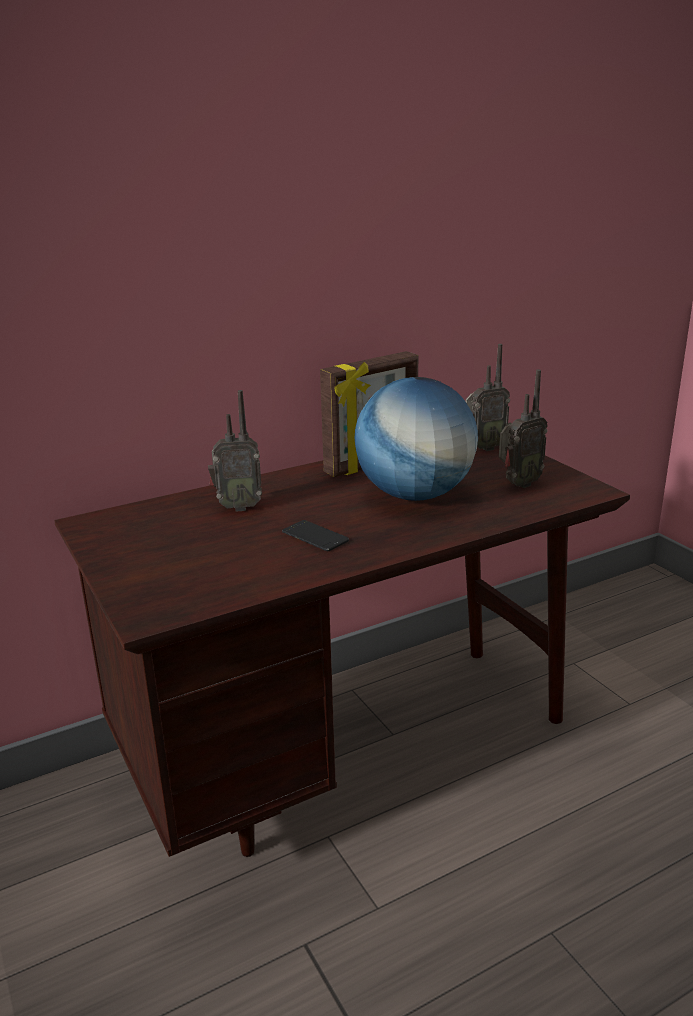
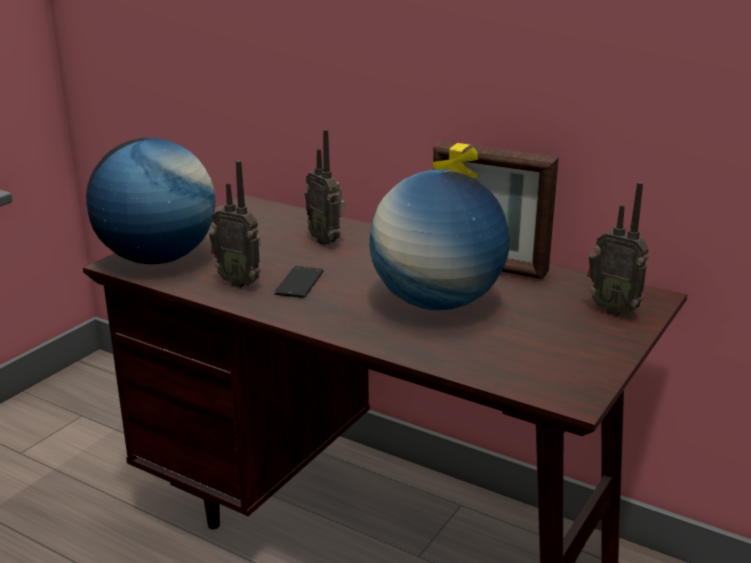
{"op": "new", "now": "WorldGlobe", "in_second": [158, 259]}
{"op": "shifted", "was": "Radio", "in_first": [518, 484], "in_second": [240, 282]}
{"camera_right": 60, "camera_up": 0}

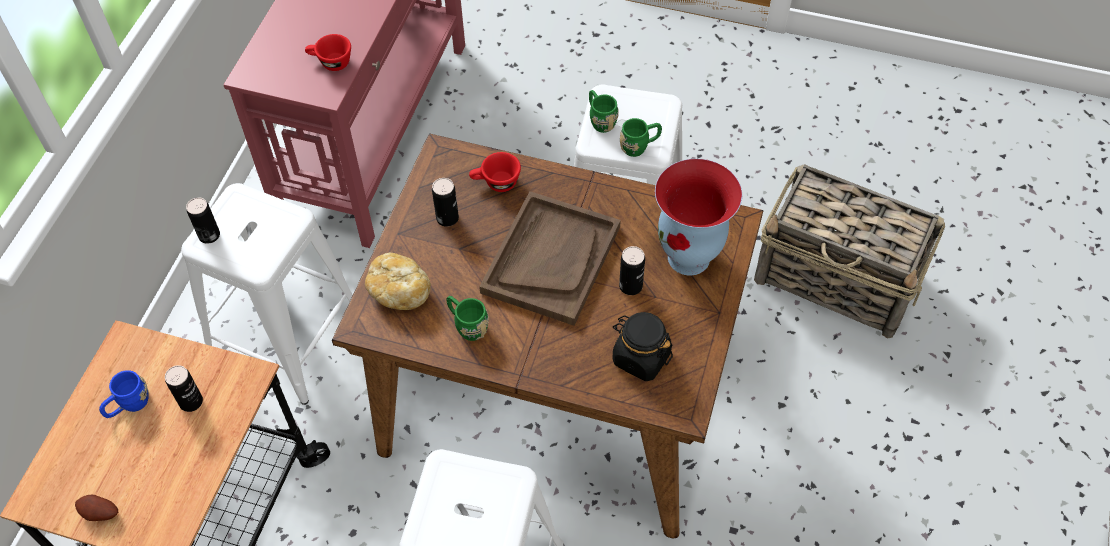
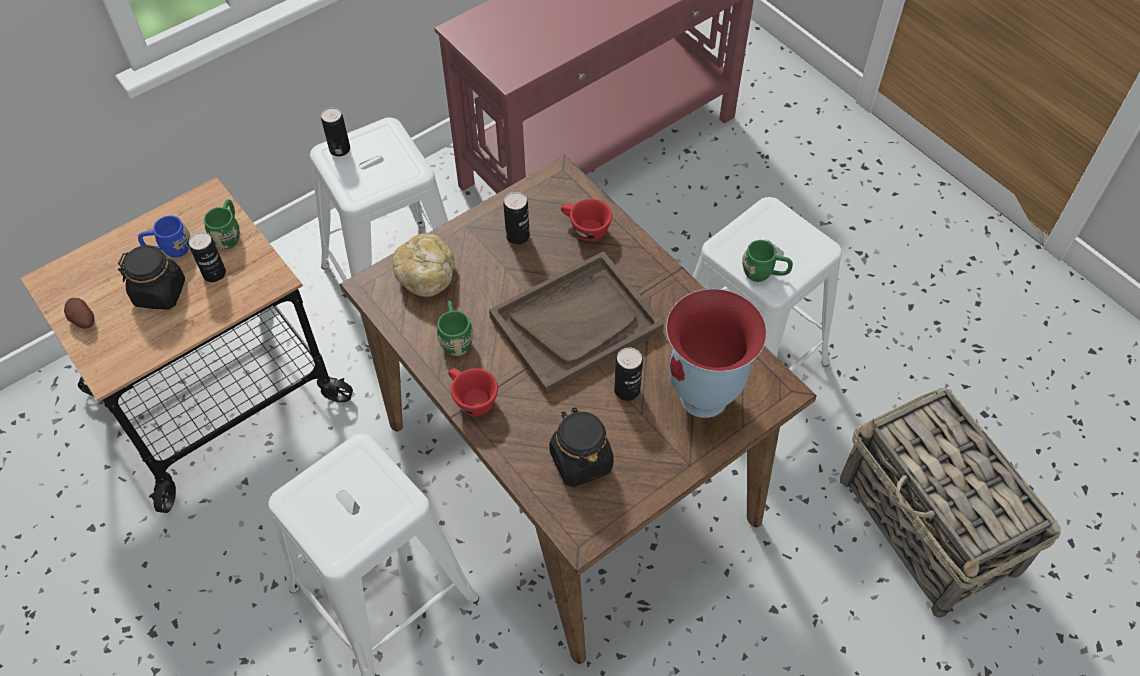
{"op": "new", "now": "BlackishJar", "in_second": [160, 292]}
{"op": "shifted", "was": "GreenColouredTeaMug", "in_first": [600, 120], "in_second": [229, 234]}
{"op": "shifted", "was": "ReddishCup", "in_first": [330, 63], "in_second": [471, 399]}
{"camera_right": 35, "camera_up": 0}

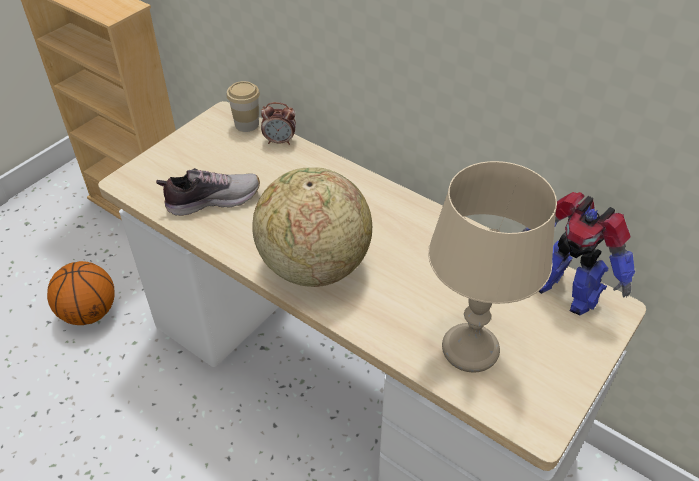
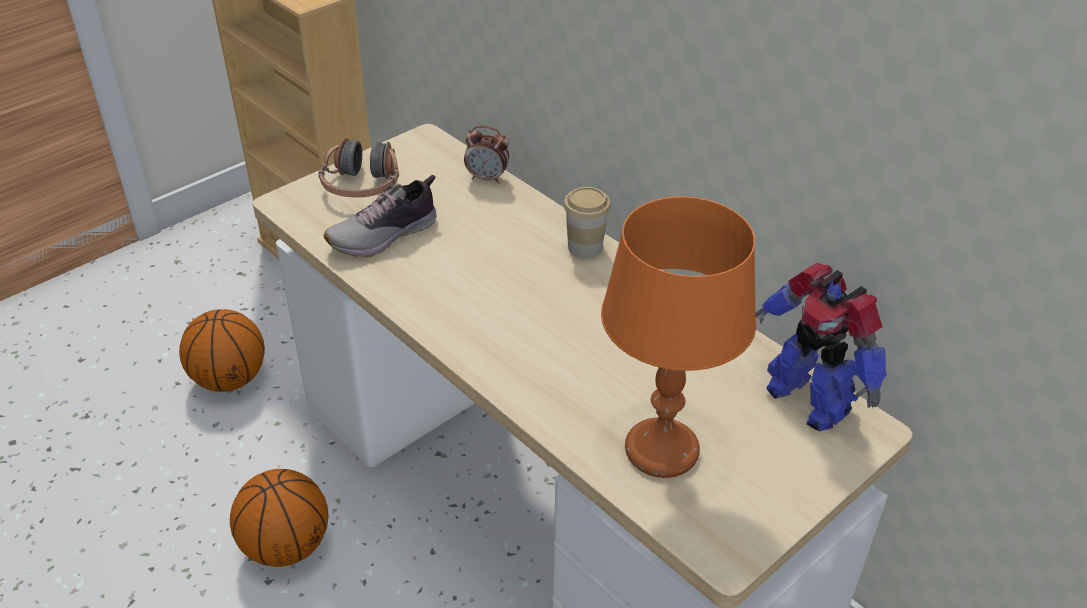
{"op": "new", "now": "BasketballBall", "in_second": [286, 546]}
{"op": "new", "now": "Headphones", "in_second": [362, 185]}
{"op": "rotated", "was": "ItemOfFootwear", "in_first": [212, 200], "in_second": [385, 236], "clockwise": 150}
{"op": "shifted", "was": "Cup", "in_first": [247, 124], "in_second": [585, 247]}
{"op": "repainted", "was": "BeigeLampForATable", "now": "OrangeColouredLampForATable", "in_first": [469, 349], "in_second": [660, 450]}
{"op": "gone", "was": "WorldGlobe", "in_first": [314, 266]}
{"camera_right": 10, "camera_up": -5}

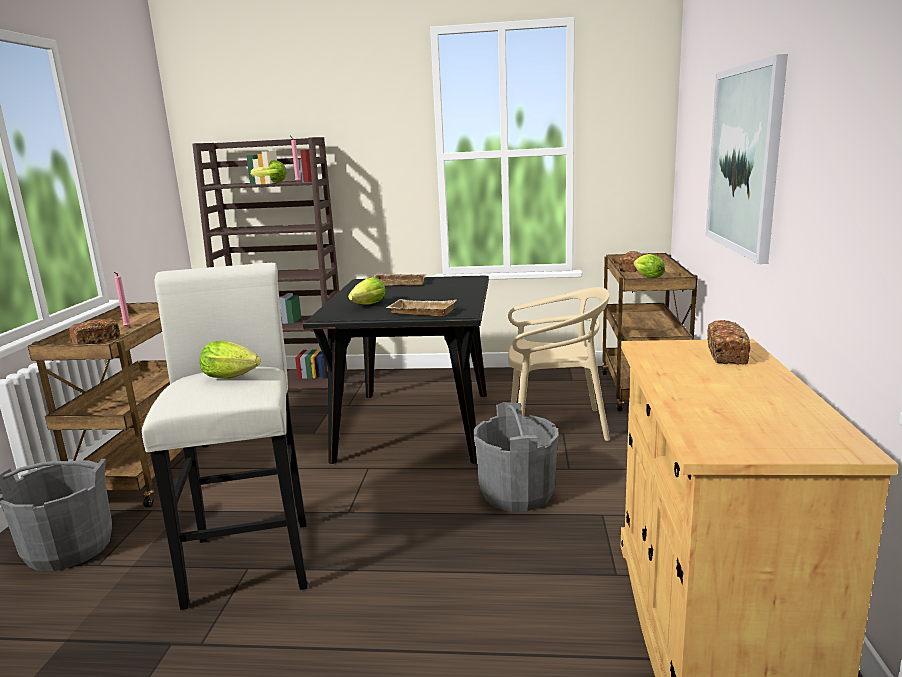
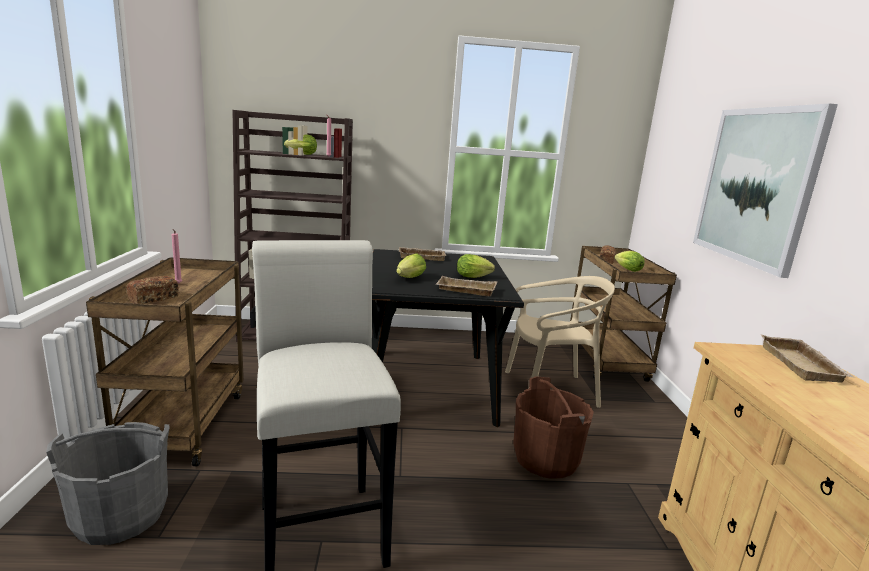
{"op": "shifted", "was": "Lettuce", "in_first": [233, 377], "in_second": [475, 277]}
{"op": "repainted", "was": "GreyPail", "now": "BrownColouredPail", "in_first": [517, 493], "in_second": [546, 459]}
{"op": "swapped", "was": "BakedBread", "now": "BeigeCarryingTray", "in_first": [726, 355], "in_second": [803, 365]}
{"camera_right": -10, "camera_up": 0}

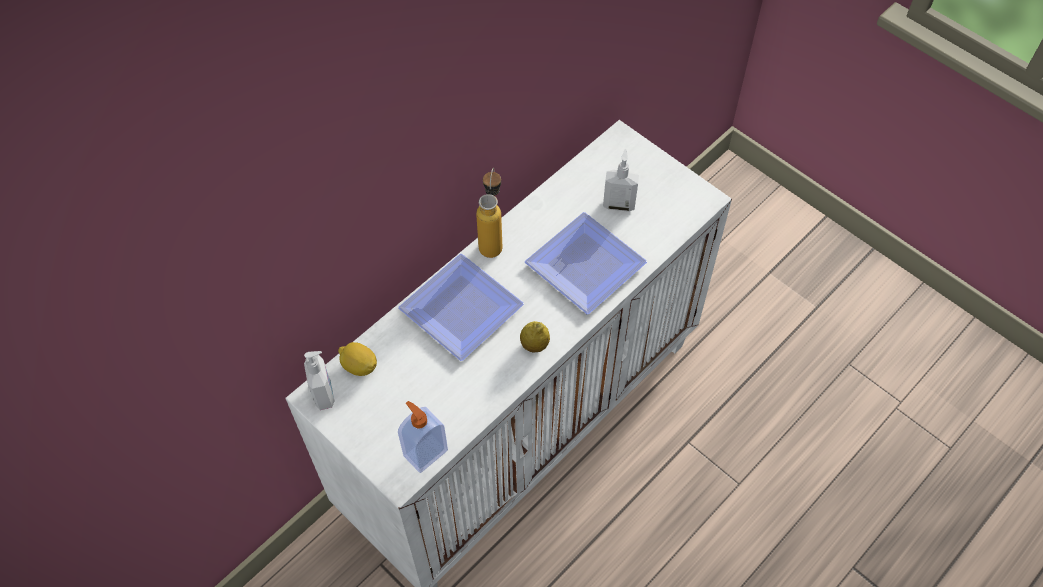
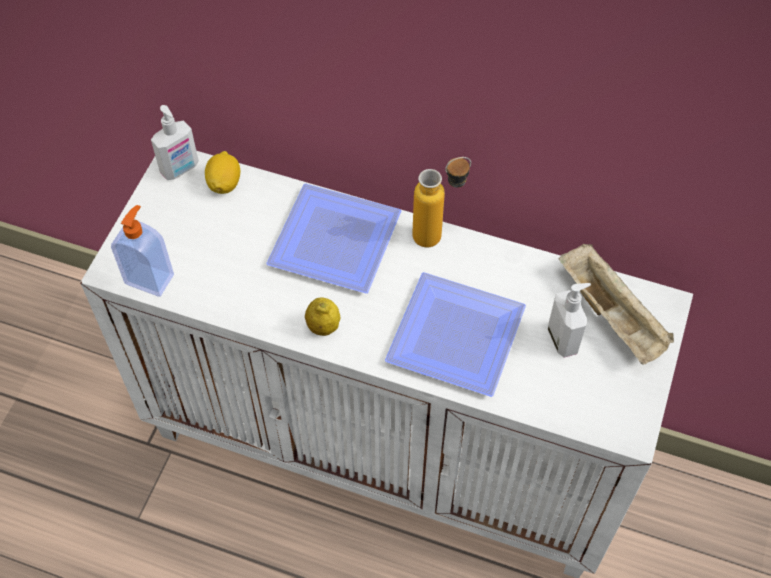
{"op": "new", "now": "BeigeCarryingTray", "in_second": [612, 316]}
{"camera_right": 65, "camera_up": 0}

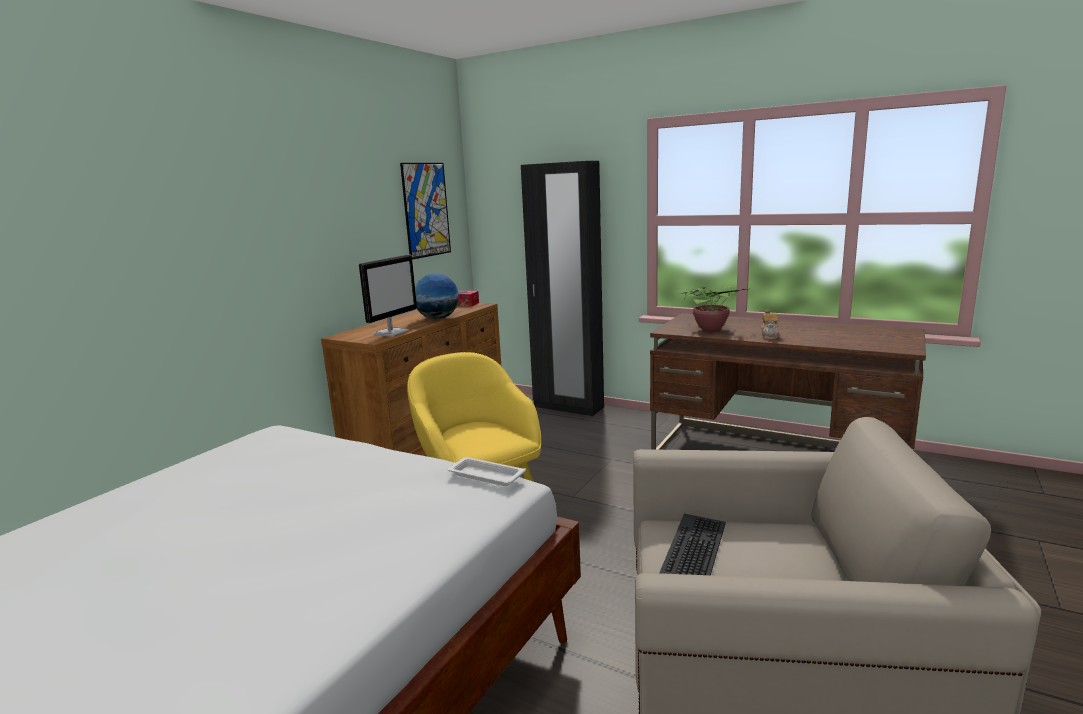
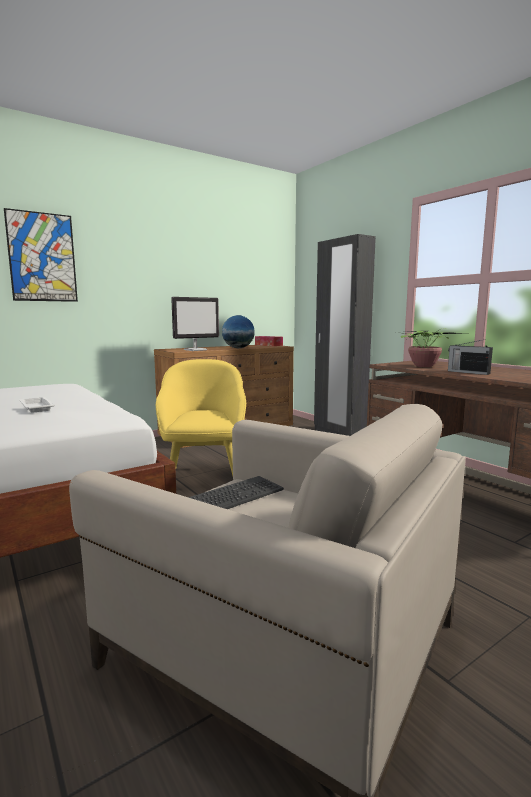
{"op": "shifted", "was": "Picture", "in_first": [426, 210], "in_second": [42, 257]}
{"op": "shifted", "was": "WhitishCarryingTray", "in_first": [485, 476], "in_second": [36, 407]}
{"op": "swapped", "was": "TeaPot", "now": "Radio", "in_first": [770, 336], "in_second": [467, 372]}
{"camera_right": 25, "camera_up": -5}

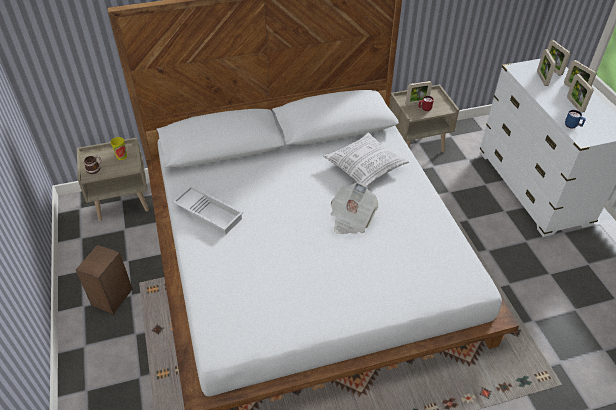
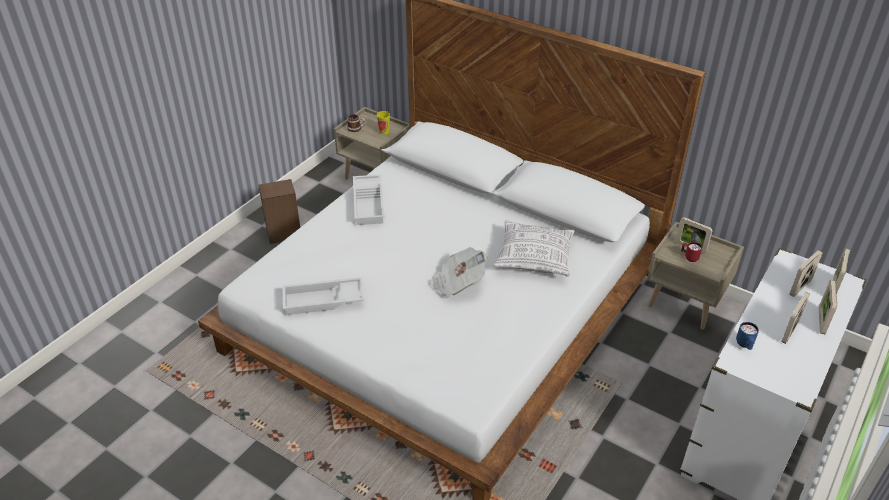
{"op": "new", "now": "WhitishCarryingTray", "in_second": [323, 301]}
{"camera_right": 50, "camera_up": -5}

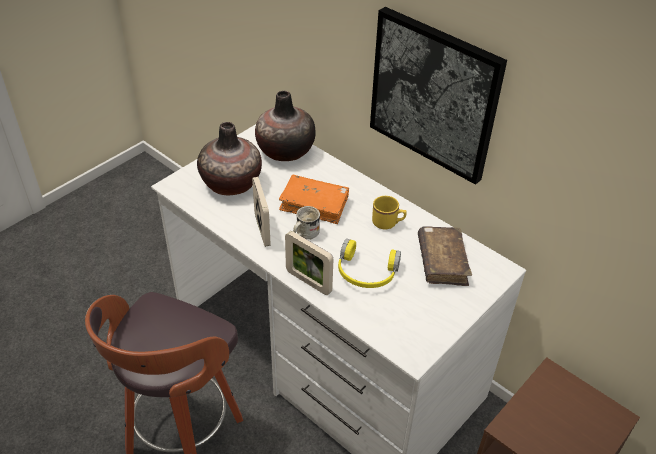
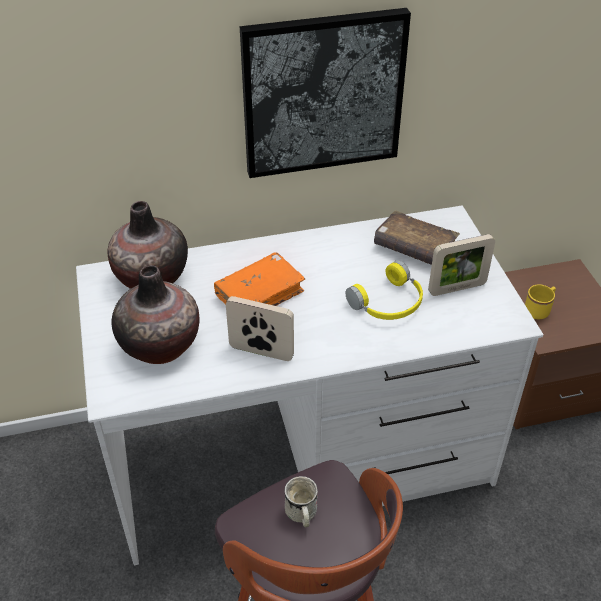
{"op": "shifted", "was": "WhitishTeaMug", "in_first": [304, 234], "in_second": [301, 515]}
{"op": "shifted", "was": "PhotoFrame", "in_first": [308, 282], "in_second": [457, 288]}
{"op": "shifted", "was": "YellowTeaMug", "in_first": [388, 223], "in_second": [539, 310]}
{"camera_right": -55, "camera_up": 0}

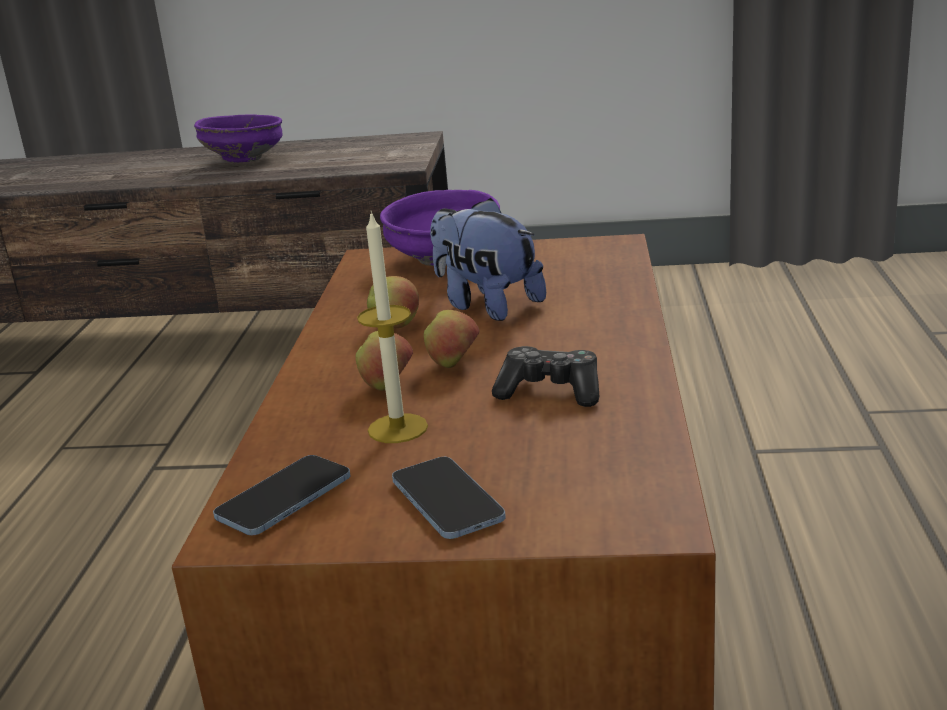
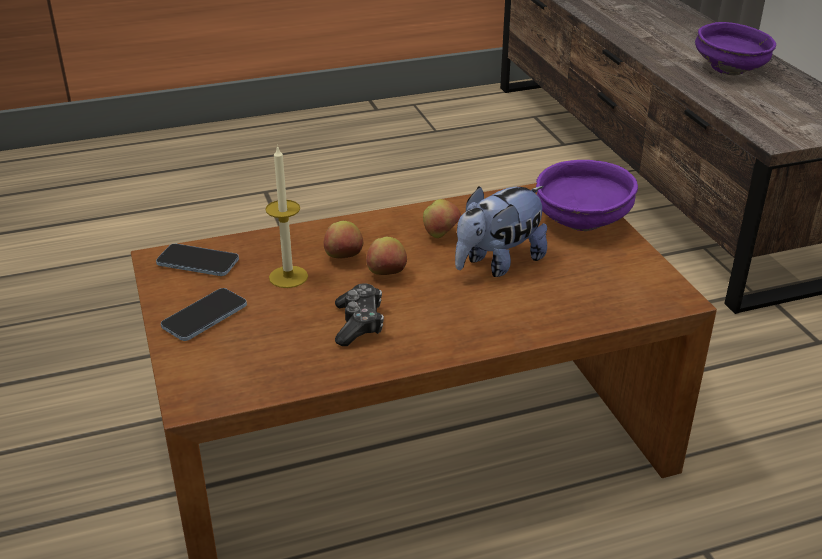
{"op": "rotated", "was": "CuddlyToy", "in_first": [486, 305], "in_second": [498, 263], "clockwise": -150}
{"camera_right": 65, "camera_up": 10}

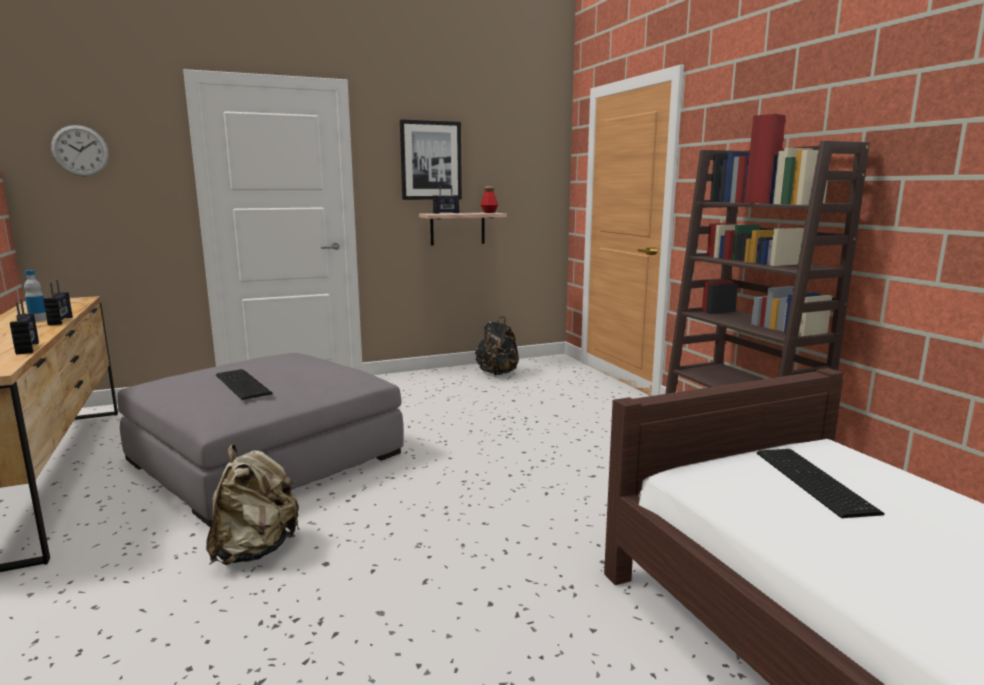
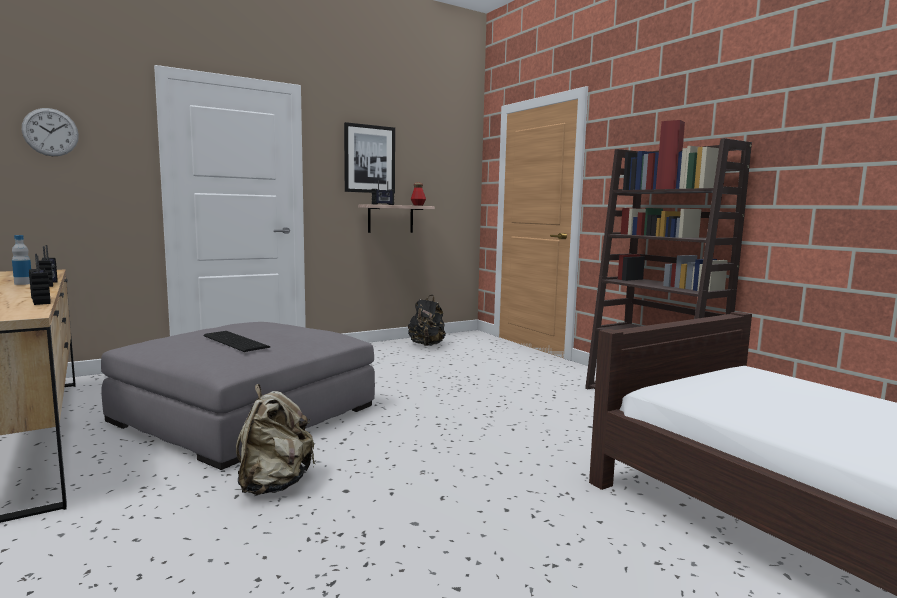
{"op": "gone", "was": "Keyboard", "in_first": [812, 482]}
{"camera_right": -10, "camera_up": -5}

